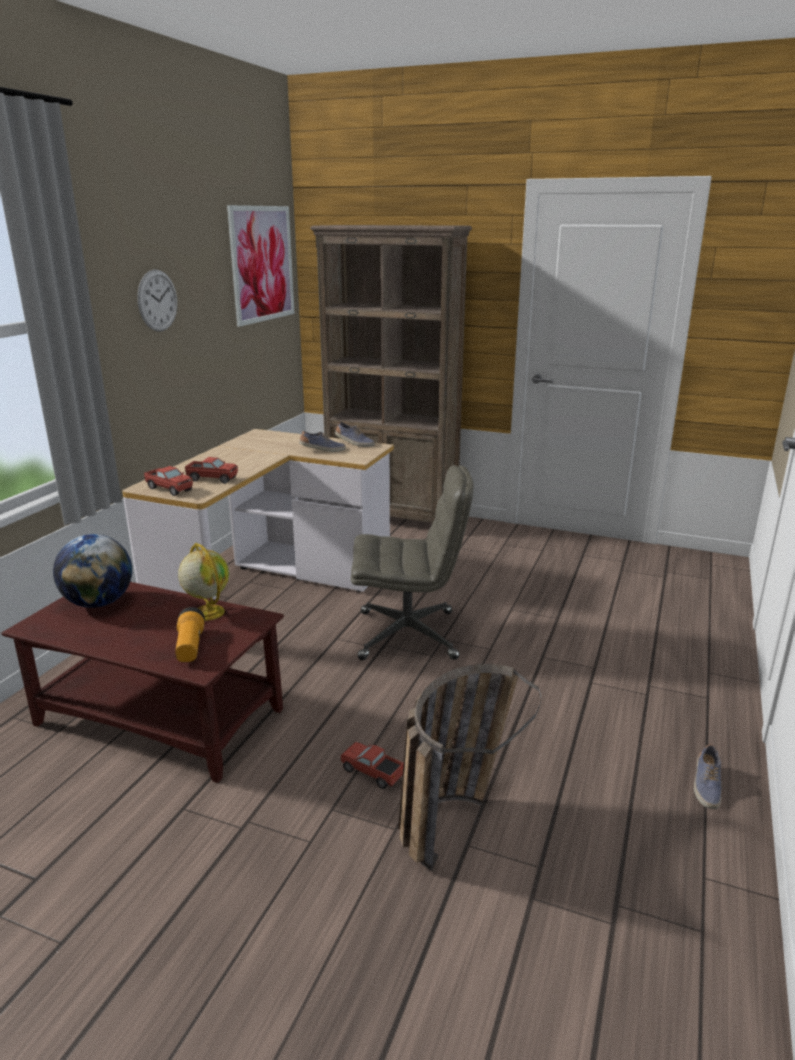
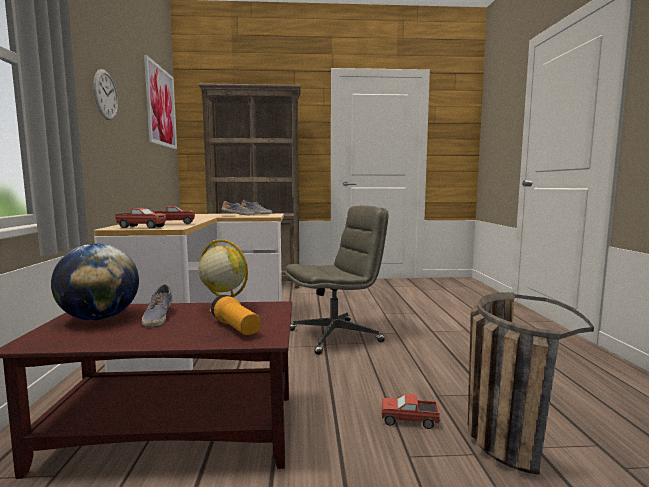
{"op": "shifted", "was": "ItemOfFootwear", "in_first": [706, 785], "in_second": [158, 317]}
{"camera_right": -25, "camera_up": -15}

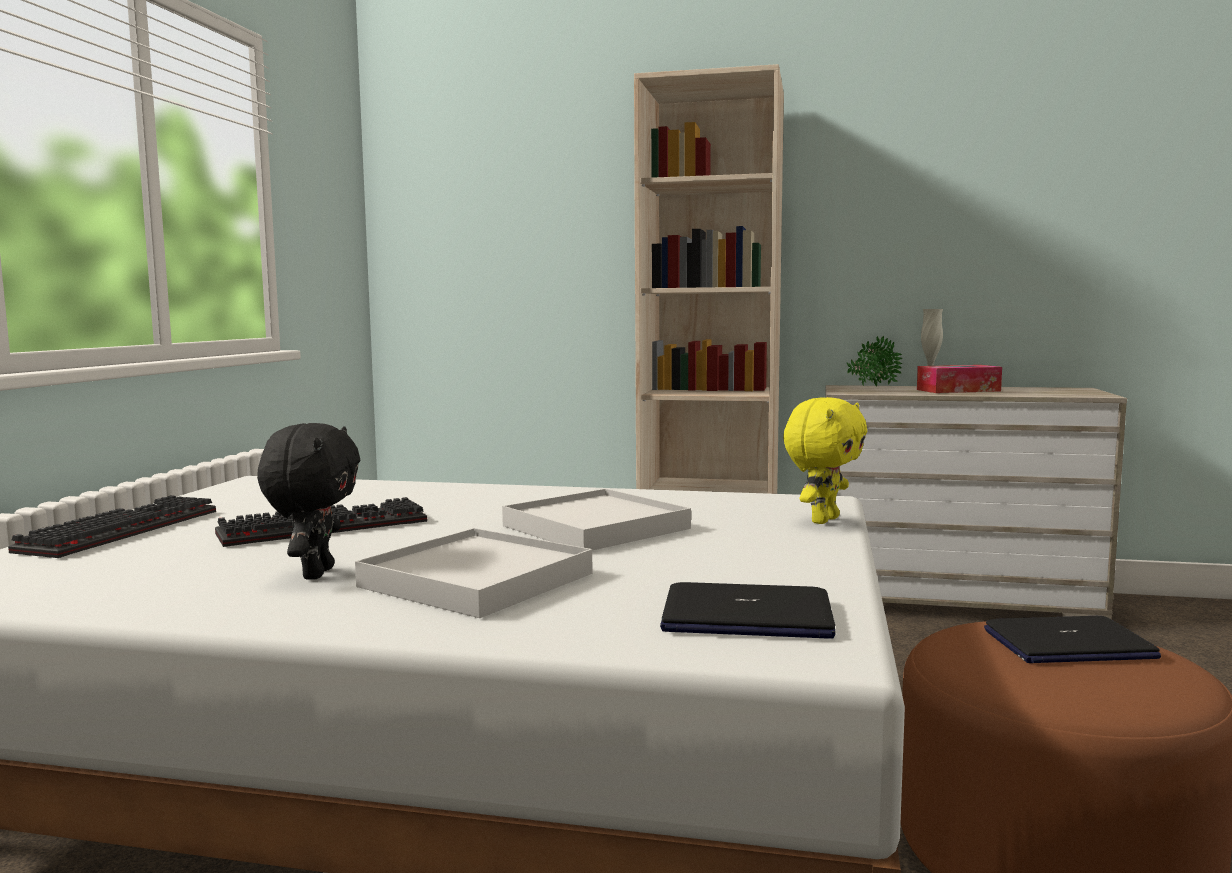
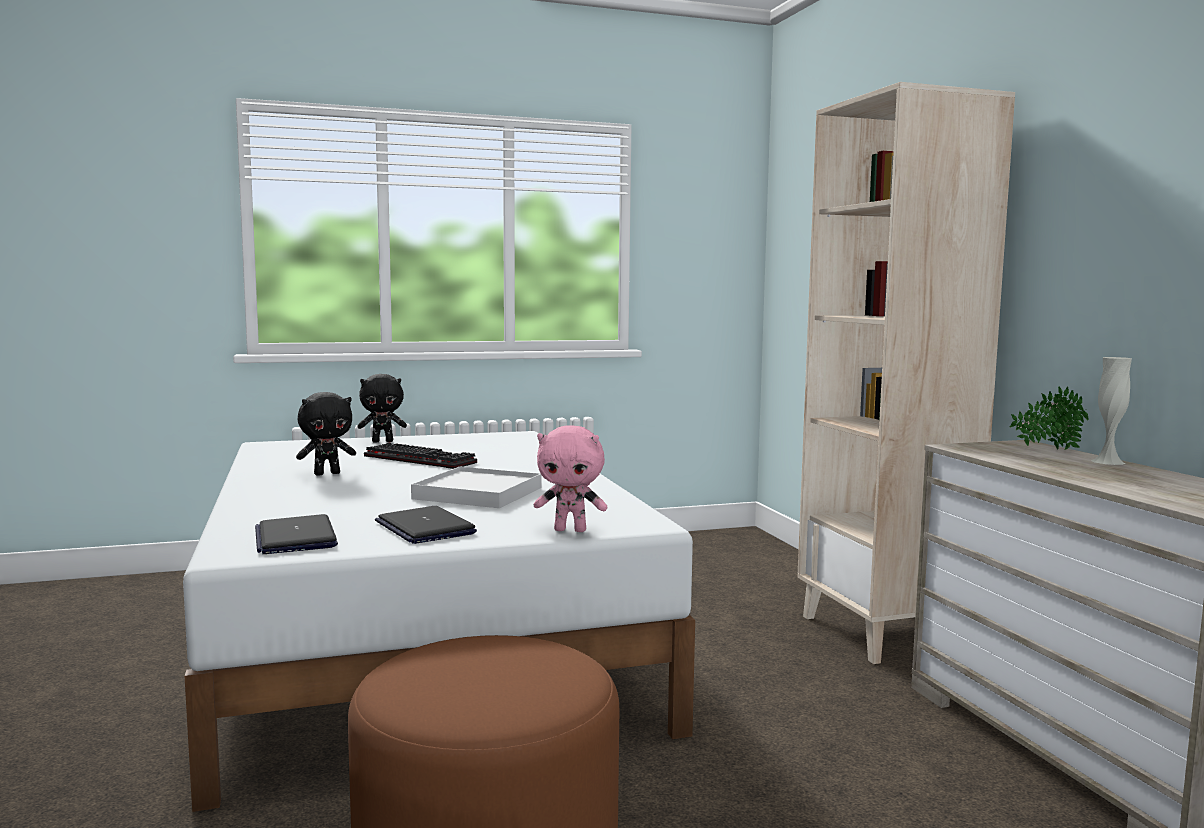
{"op": "swapped", "was": "Keyboard", "now": "BlackishCuddlyToy", "in_first": [121, 530], "in_second": [383, 441]}
{"op": "shifted", "was": "PortableComputer", "in_first": [1068, 644], "in_second": [424, 528]}
{"op": "repainted", "was": "YellowCuddlyToy", "now": "PinkCuddlyToy", "in_first": [823, 520], "in_second": [571, 530]}
{"op": "gone", "was": "WhitishCarryingTray", "in_first": [476, 580]}
{"op": "gone", "was": "TissueHolder", "in_first": [958, 390]}
{"camera_right": 60, "camera_up": 0}

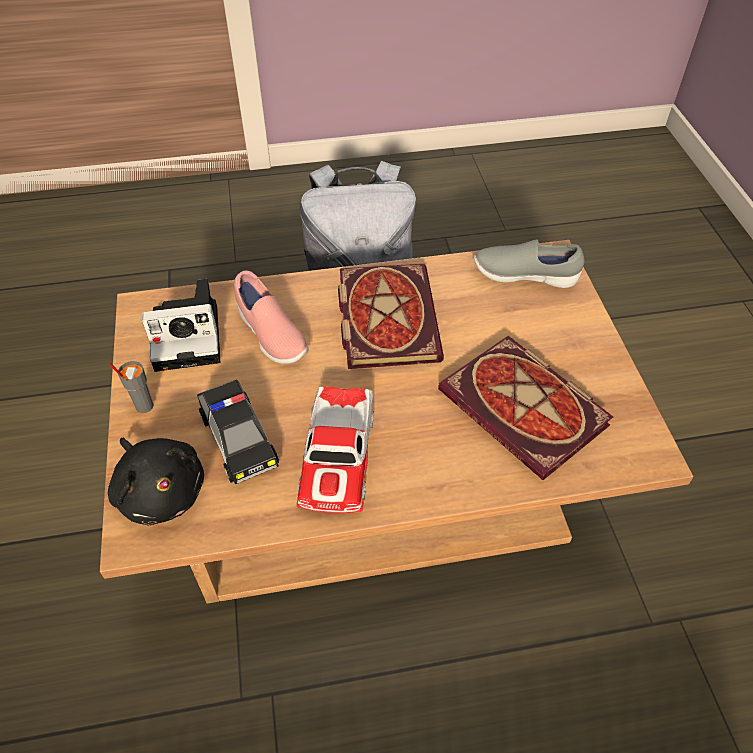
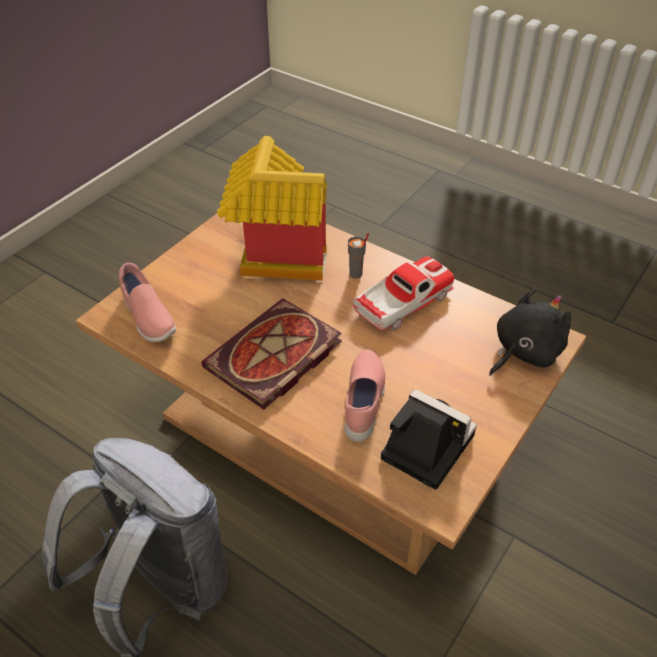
{"op": "repainted", "was": "GreyItemOfFootwear", "now": "PinkItemOfFootwear", "in_first": [524, 275], "in_second": [147, 318]}
{"op": "swapped", "was": "Volume", "now": "ModelHouse", "in_first": [527, 409], "in_second": [273, 255]}
{"op": "shifted", "was": "GreyCup", "in_first": [144, 406], "in_second": [356, 274]}
{"op": "rotated", "was": "BlackishCuddlyToy", "in_first": [161, 491], "in_second": [524, 352], "clockwise": 45}
{"op": "gone", "was": "MiniatureCar", "in_first": [239, 440]}
{"camera_right": -135, "camera_up": -5}

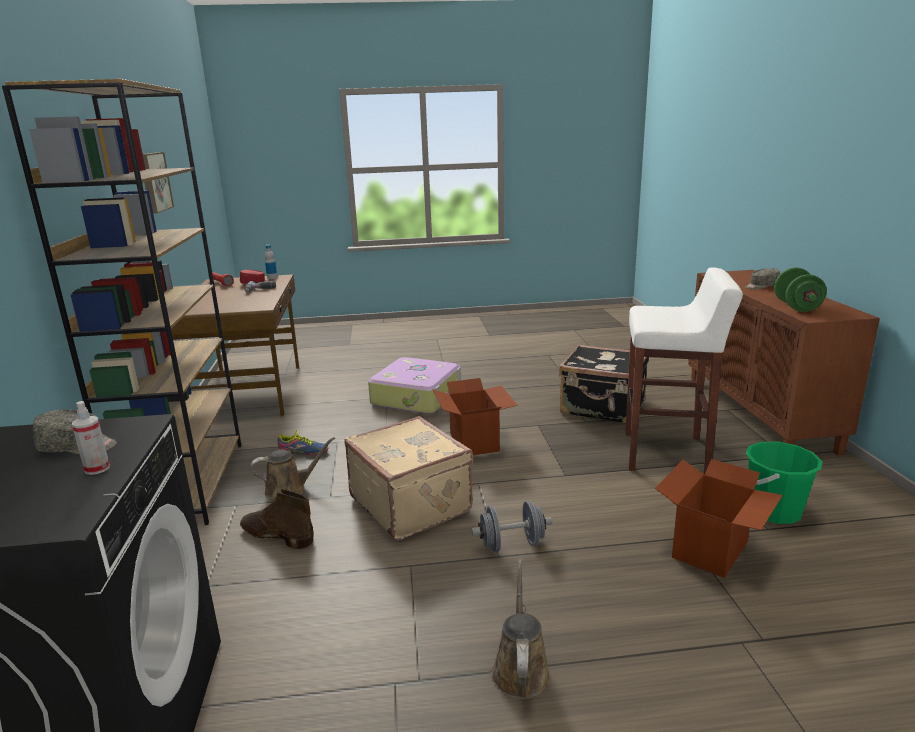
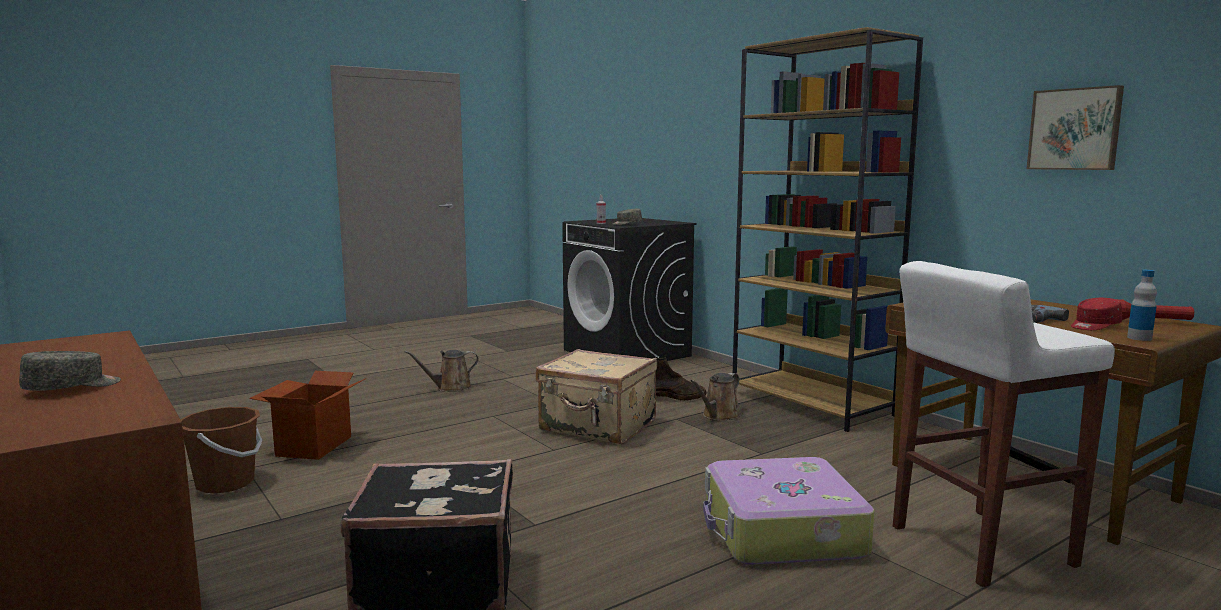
{"op": "repainted", "was": "GreenColouredPail", "now": "BrownColouredPail", "in_first": [774, 511], "in_second": [225, 483]}
{"op": "rotated", "was": "BrownColouredWateringPot", "in_first": [520, 669], "in_second": [450, 388], "clockwise": 90}
{"op": "shifted", "was": "WhitishSittingStool", "in_first": [667, 454], "in_second": [978, 546]}
{"op": "gone", "was": "ItemOfFootwear", "in_first": [303, 451]}
{"op": "gone", "was": "Carton", "in_first": [475, 442]}
{"op": "gone", "was": "GreyHandWeight", "in_first": [512, 544]}
{"op": "gone", "was": "GreenColouredHandWeight", "in_first": [796, 307]}
{"camera_right": 150, "camera_up": -10}

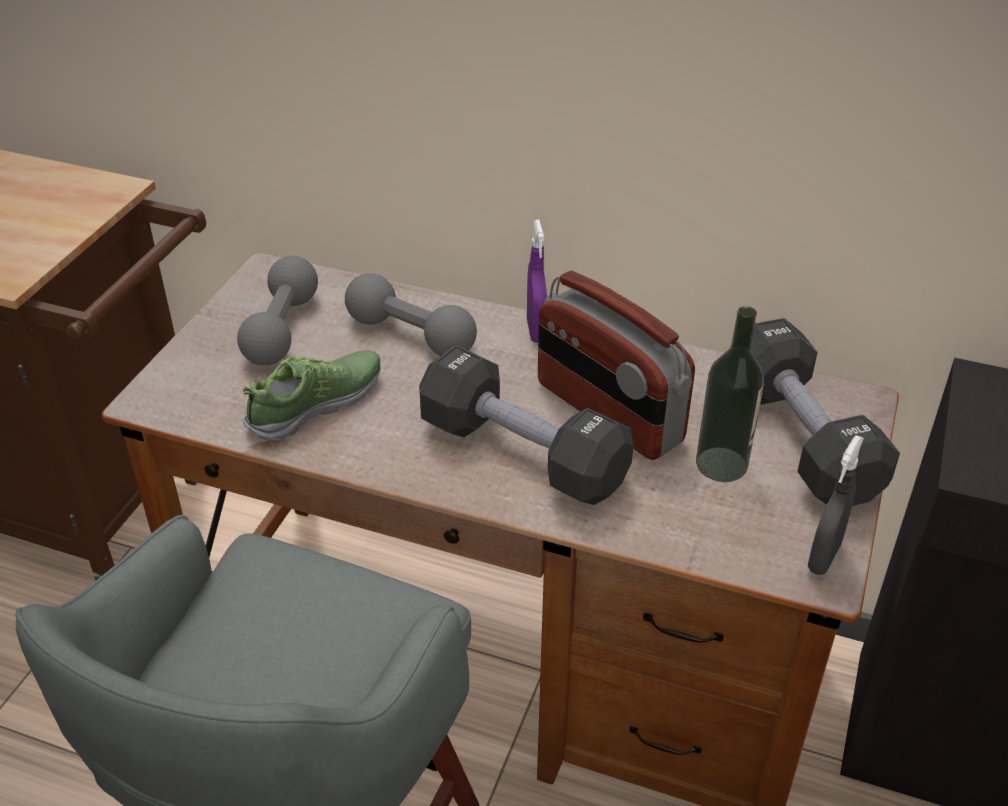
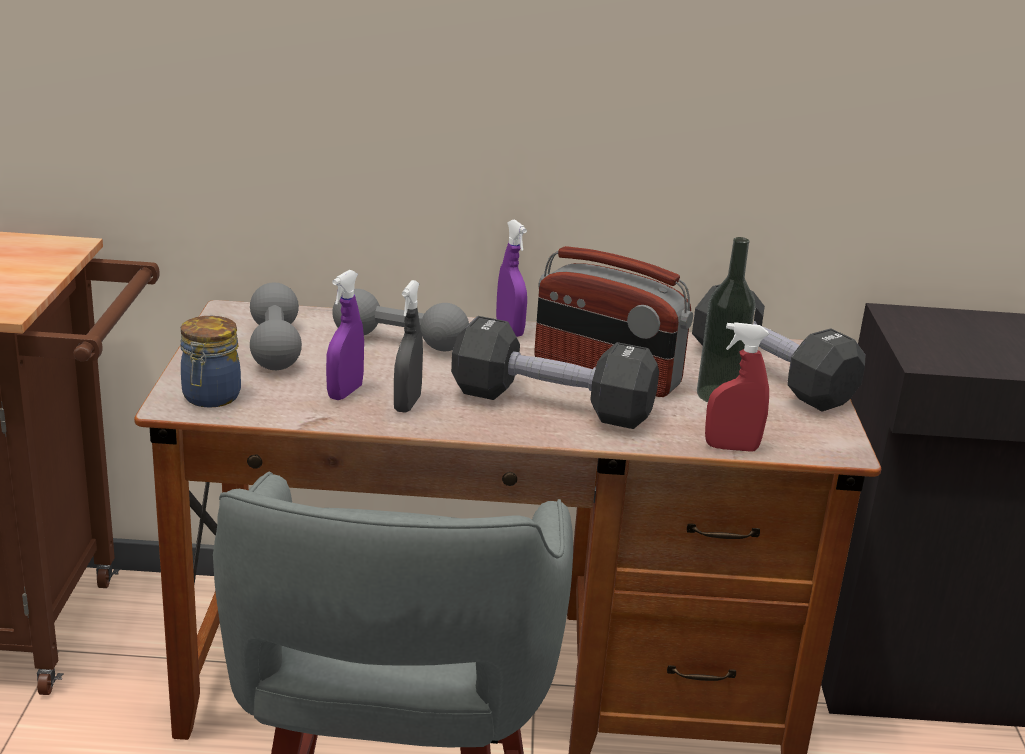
{"op": "new", "now": "Jar", "in_second": [210, 398]}
{"op": "swapped", "was": "ItemOfFootwear", "now": "PurplishSprayBottle", "in_first": [317, 405], "in_second": [345, 392]}
{"op": "shifted", "was": "GreySprayBottle", "in_first": [824, 557], "in_second": [407, 404]}
{"op": "new", "now": "ReddishSprayBottle", "in_second": [731, 447]}
{"camera_right": -20, "camera_up": -15}

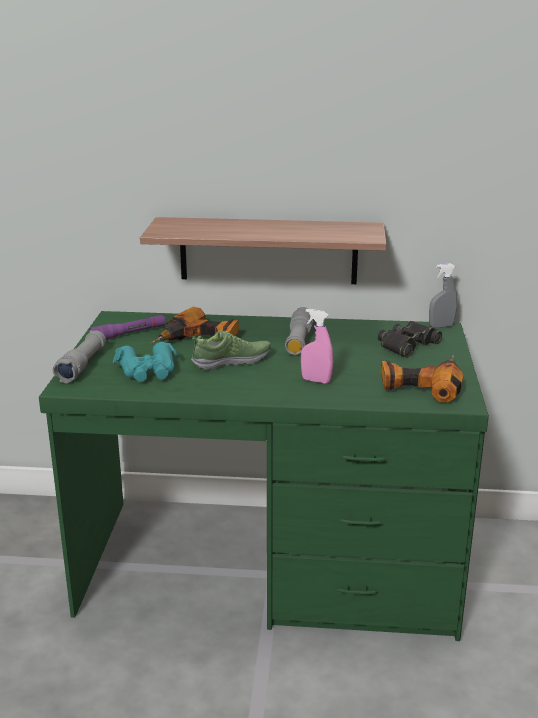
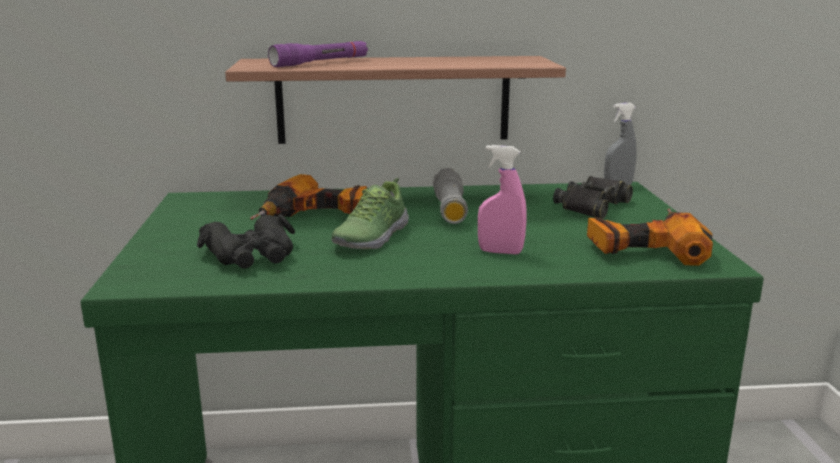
{"op": "repainted", "was": "TurquoisePairOfBinoculars", "now": "BlackishPairOfBinoculars", "in_first": [148, 371], "in_second": [251, 255]}
{"op": "shifted", "was": "PurplishTorch", "in_first": [129, 334], "in_second": [321, 63]}
{"op": "rotated", "was": "ItemOfFootwear", "in_first": [232, 361], "in_second": [370, 237], "clockwise": 150}
{"op": "gone", "was": "GreyTorch", "in_first": [82, 365]}
{"camera_right": -10, "camera_up": -5}

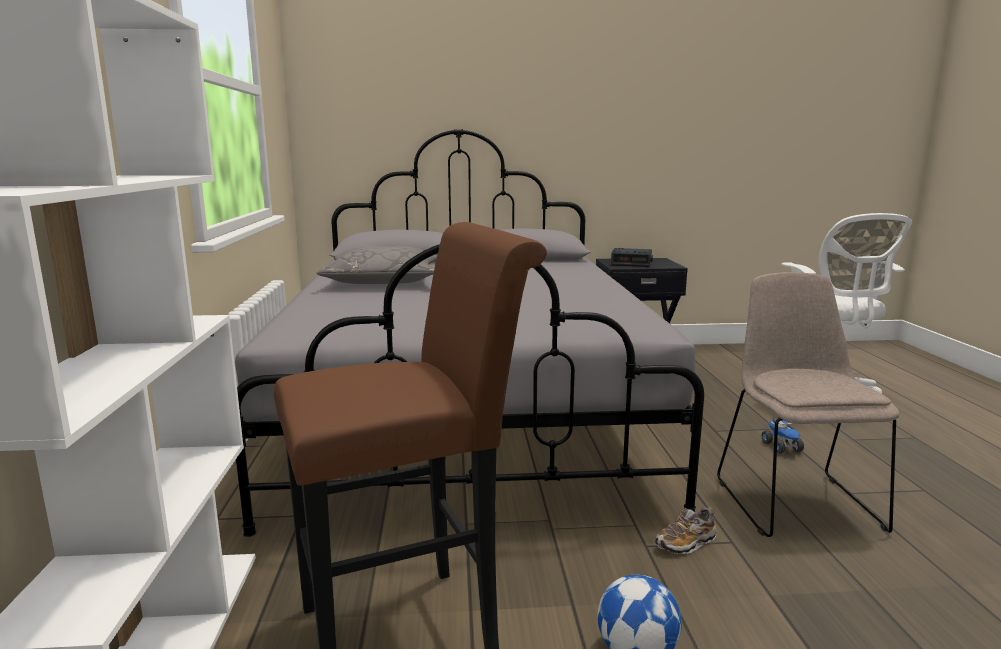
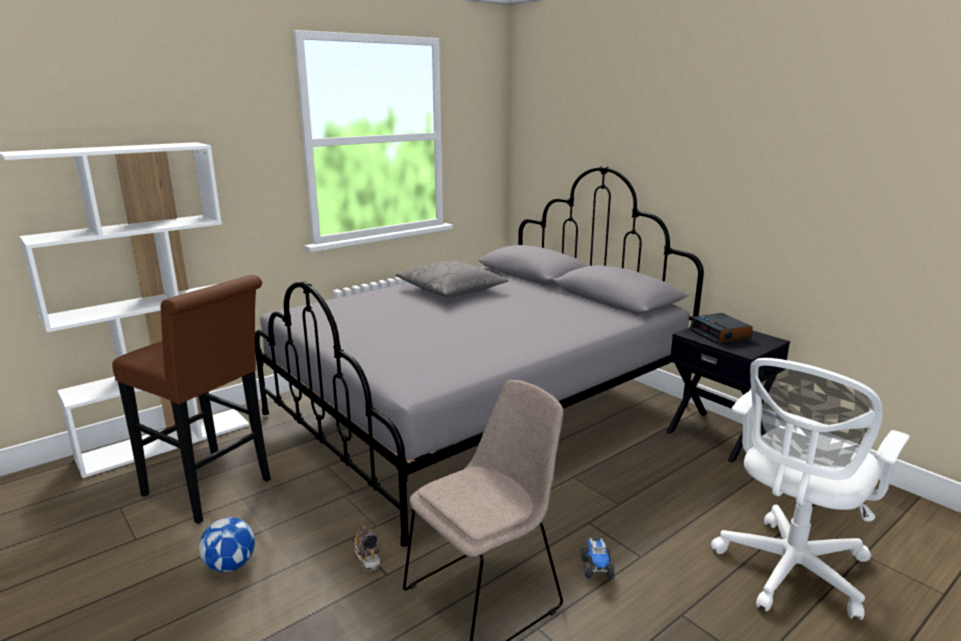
{"op": "rotated", "was": "ItemOfFootwear", "in_first": [686, 543], "in_second": [368, 554], "clockwise": 45}
{"op": "rotated", "was": "ModelTruck", "in_first": [782, 447], "in_second": [597, 569], "clockwise": -45}
{"camera_right": 55, "camera_up": 5}

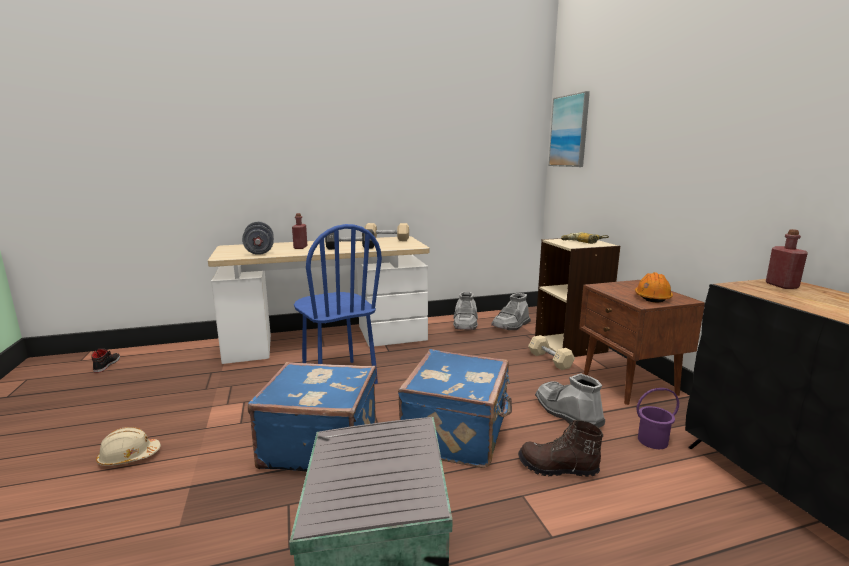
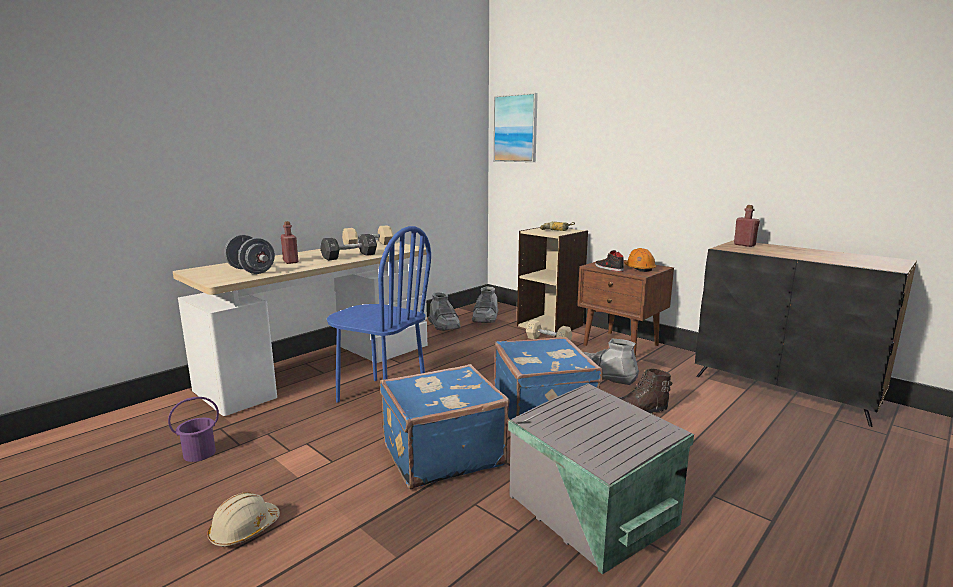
{"op": "shifted", "was": "PurplishPail", "in_first": [653, 441], "in_second": [200, 453]}
{"op": "shifted", "was": "BlackishItemOfFootwear", "in_first": [107, 365], "in_second": [608, 268]}
{"camera_right": -30, "camera_up": 0}

